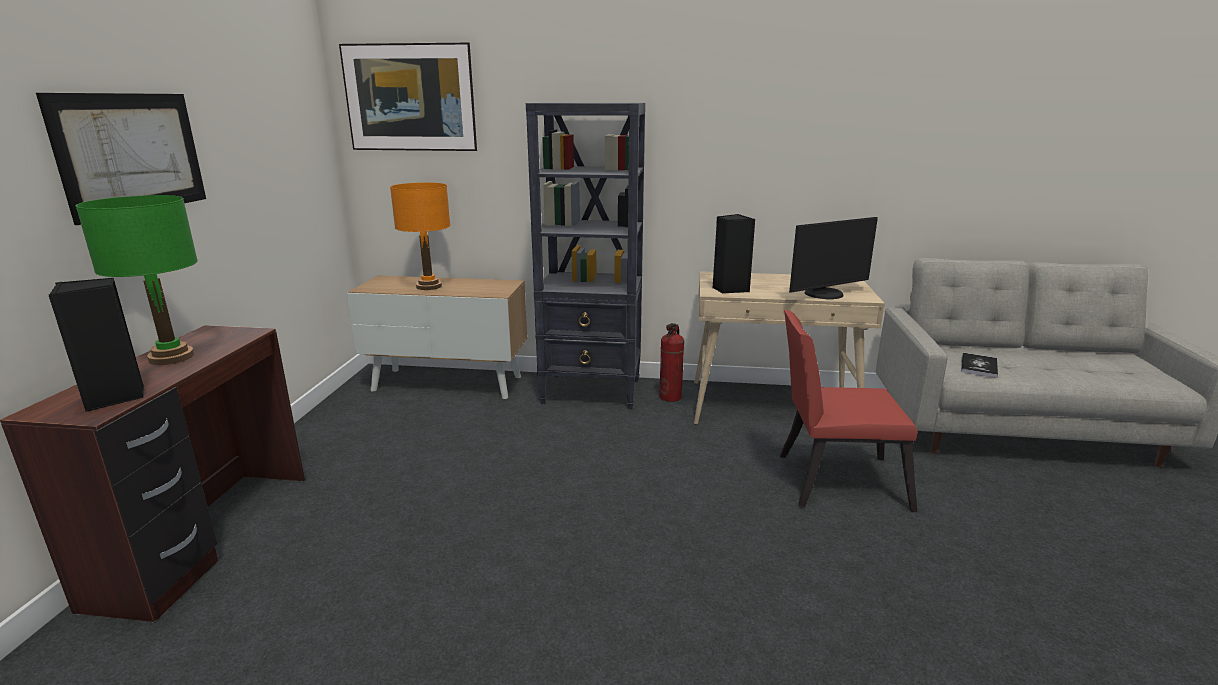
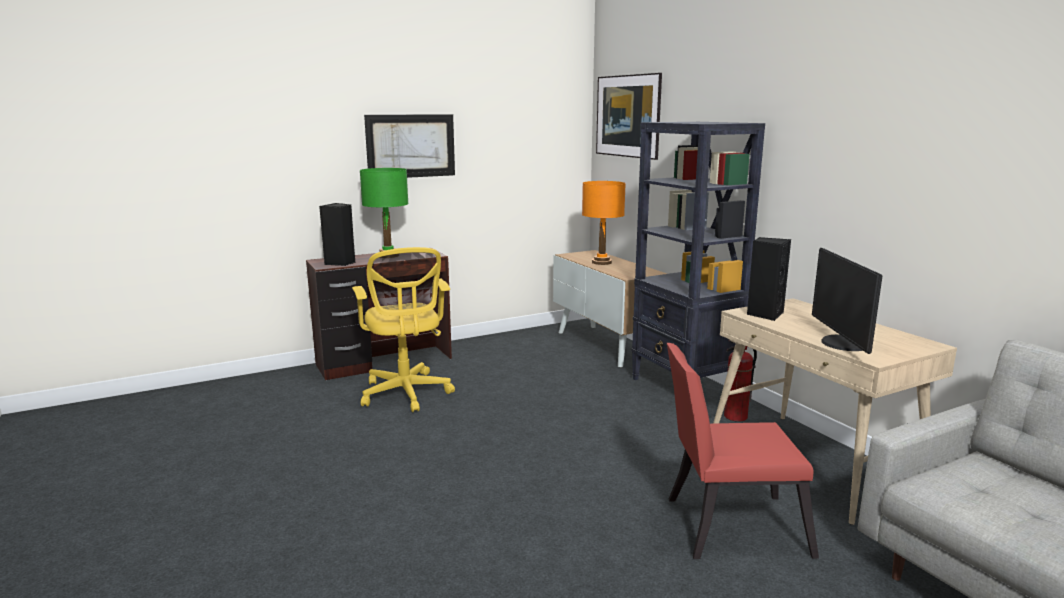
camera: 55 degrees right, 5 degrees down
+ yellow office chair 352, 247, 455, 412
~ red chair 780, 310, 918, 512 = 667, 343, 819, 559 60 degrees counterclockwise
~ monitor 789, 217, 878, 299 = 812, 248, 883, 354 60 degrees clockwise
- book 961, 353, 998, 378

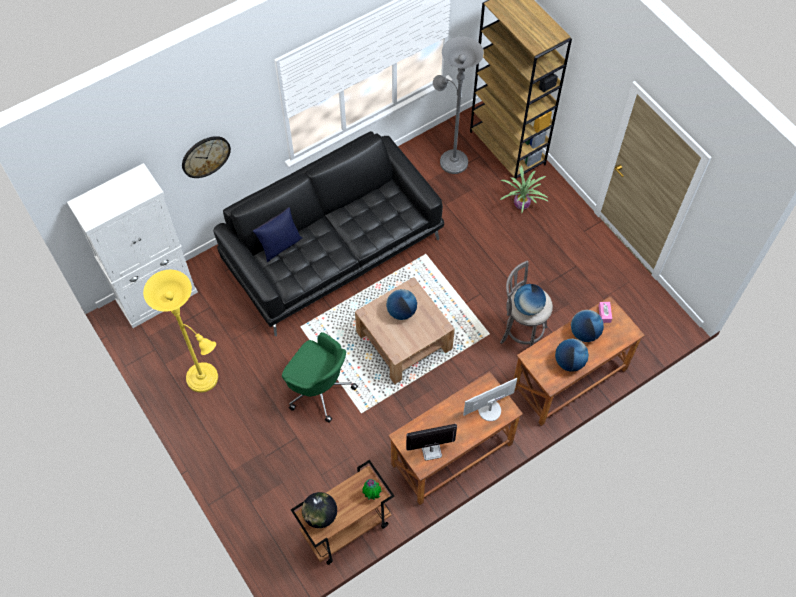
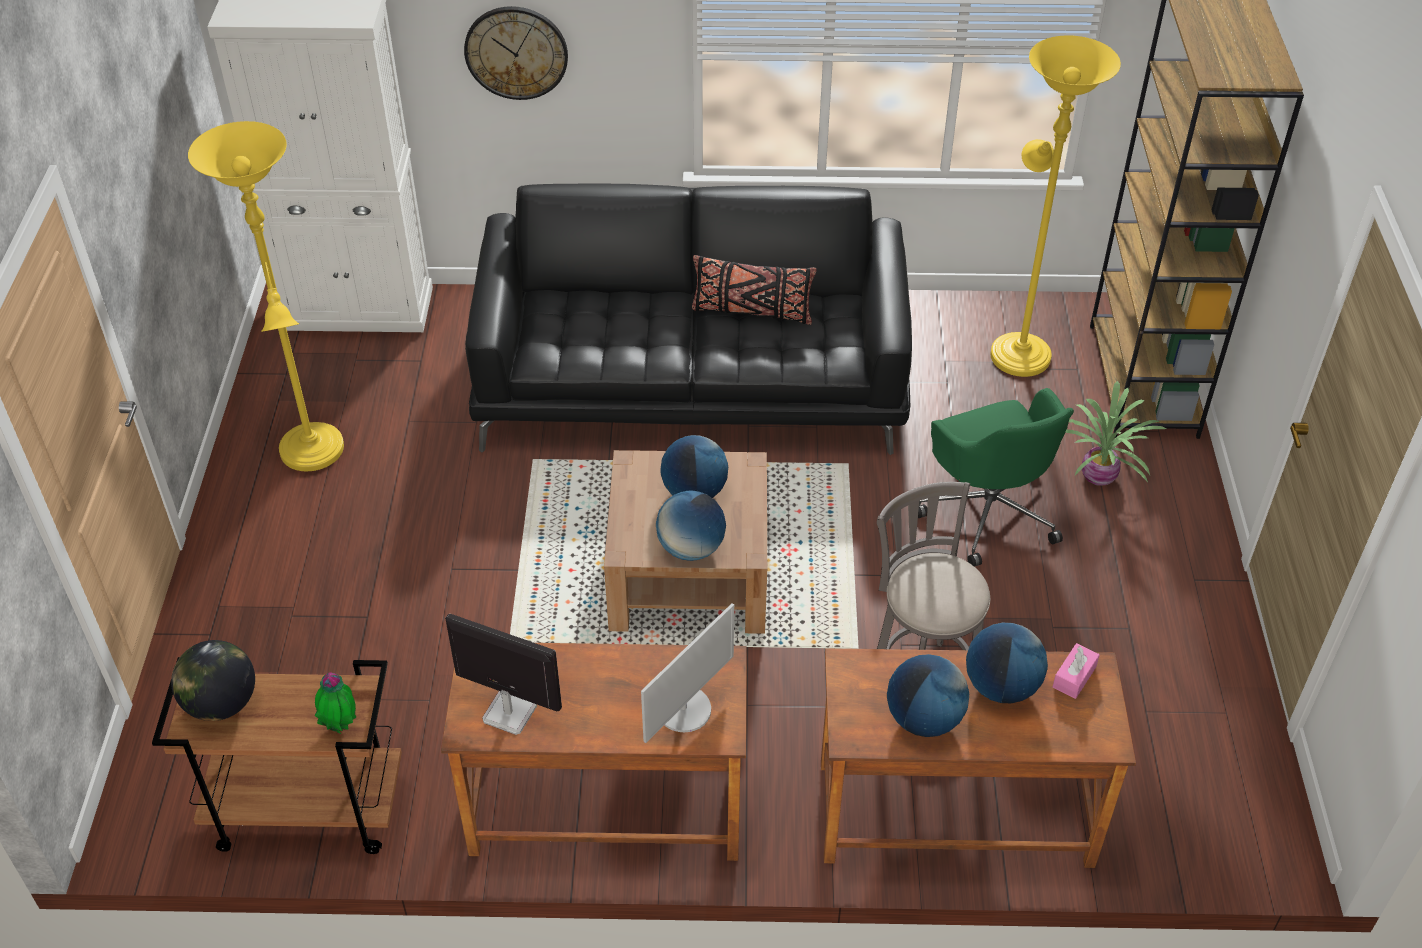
camera: 35 degrees right, 15 degrees down
~ monitor 463, 378, 517, 421 = 641, 603, 734, 743 120 degrees clockwise
~ globe 514, 284, 546, 315 to 656, 490, 726, 561
+ black pillow 692, 255, 816, 325
~ green office chair 282, 332, 358, 423 to 918, 388, 1074, 567
~ grey floor lamp 433, 36, 484, 174 to yellow floor lamp 990, 35, 1121, 377
- blue pillow 253, 207, 302, 262

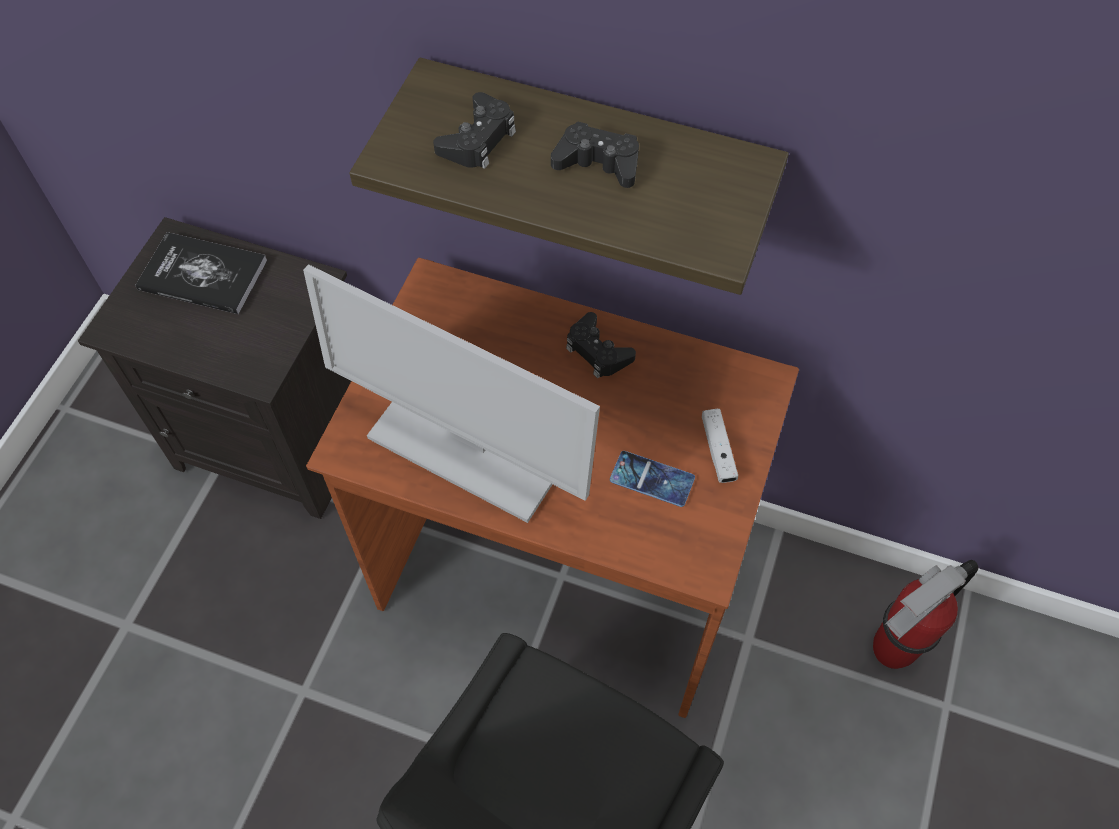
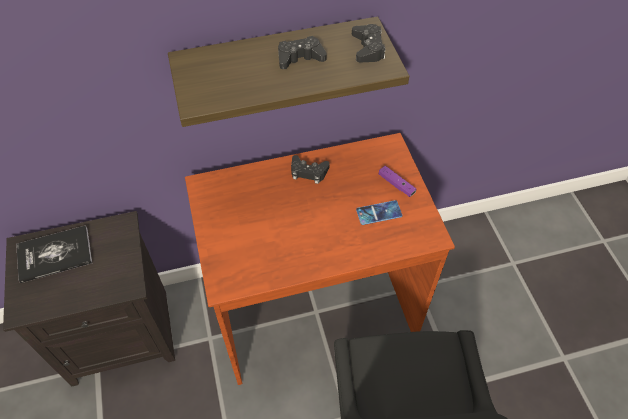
camera: 35 degrees left, 5 degrees down
~ black game controller 433, 92, 516, 169 to 352, 24, 386, 63
~ white game controller 702, 409, 738, 483 to purple game controller 379, 166, 416, 197
- monitor 303, 264, 600, 523
- fire extinguisher 873, 560, 979, 669

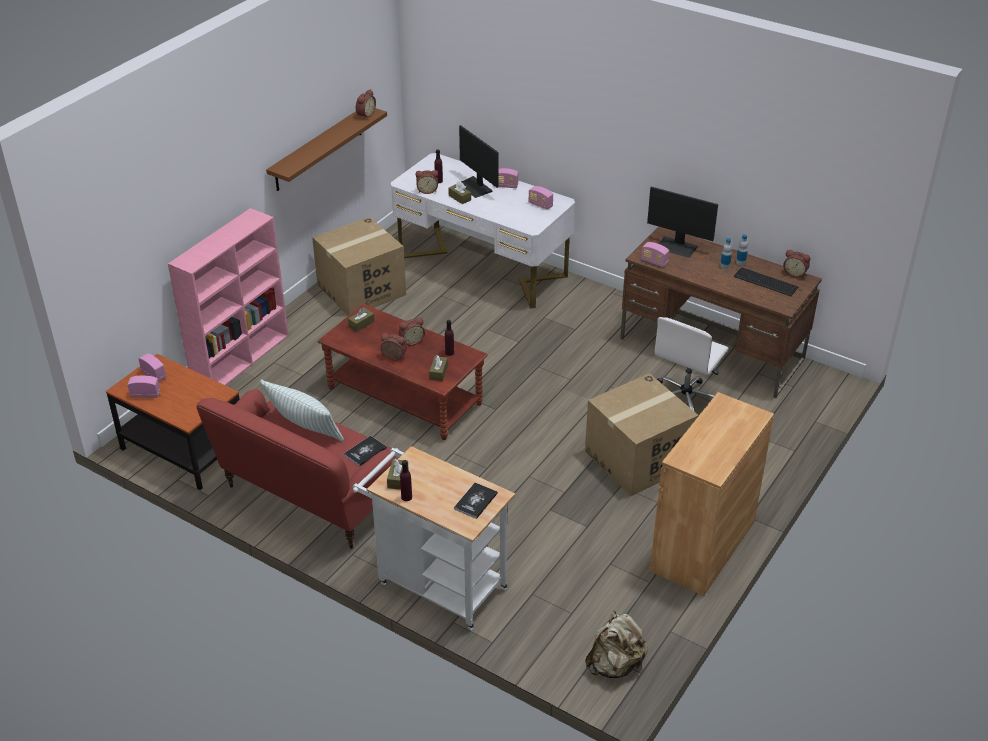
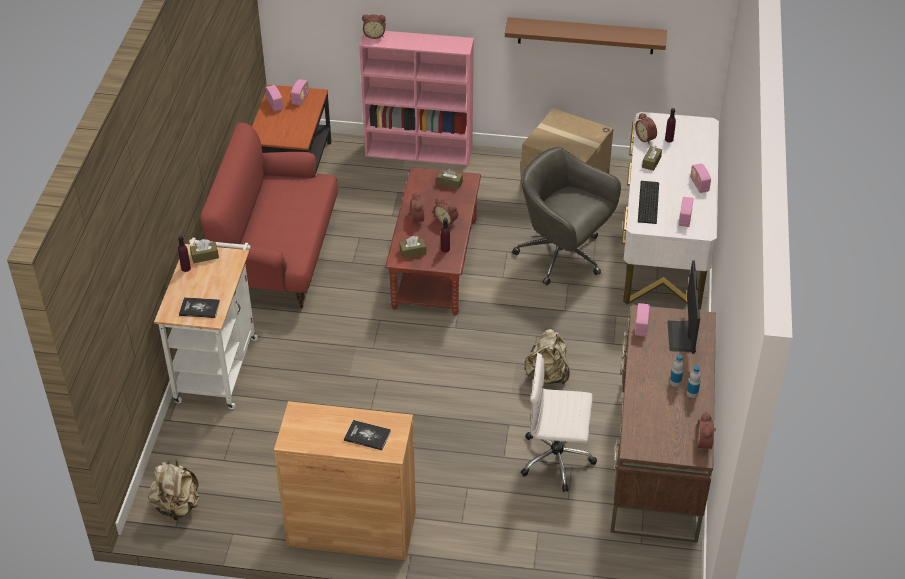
camera: 65 degrees right, 5 degrees up
~ book 344, 436, 387, 466 to 344, 420, 391, 450
~ alarm clock 356, 89, 376, 119 to 362, 14, 386, 39
+ grey office chair 512, 147, 621, 285
+ beige backpack 524, 329, 570, 385
~ keyboard 734, 267, 798, 296 to 638, 181, 659, 224
- pillow 260, 380, 344, 442
- monitor 459, 125, 499, 198
- cardboard box 585, 373, 699, 496

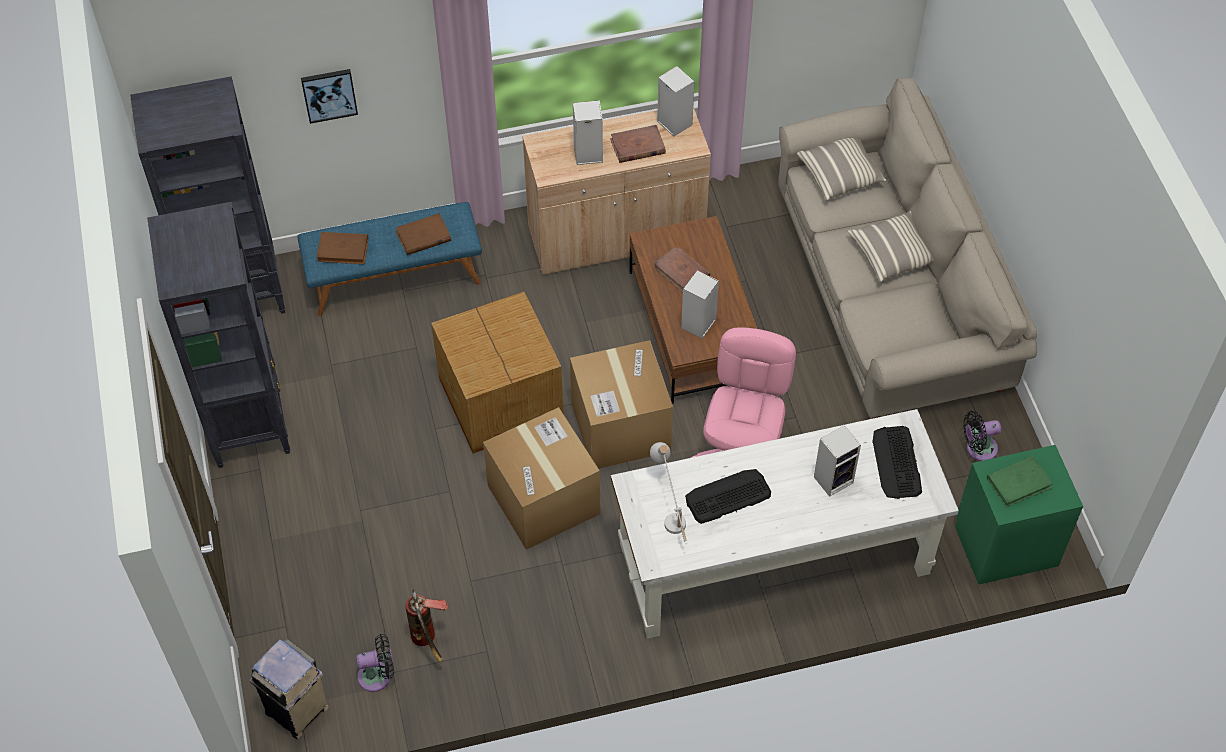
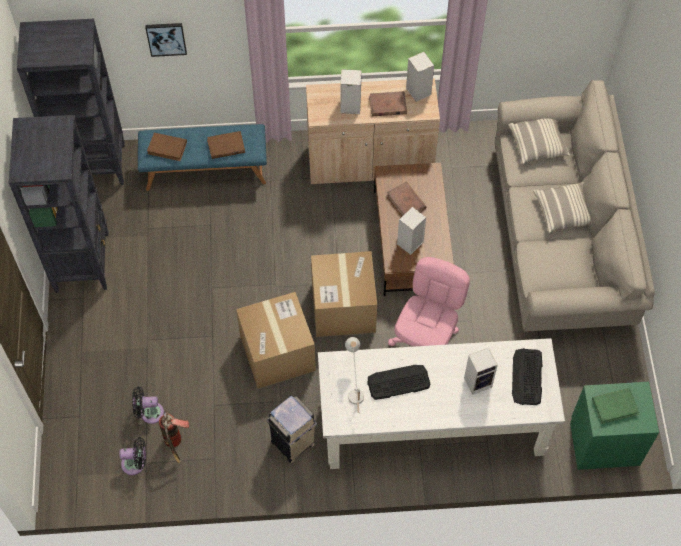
camera: 10 degrees right, 5 degrees up
~ black fan 963, 411, 1001, 461 to 132, 387, 164, 424
~ beige trash can 250, 639, 329, 739 to 267, 396, 317, 463
- cardboard box 431, 292, 564, 454

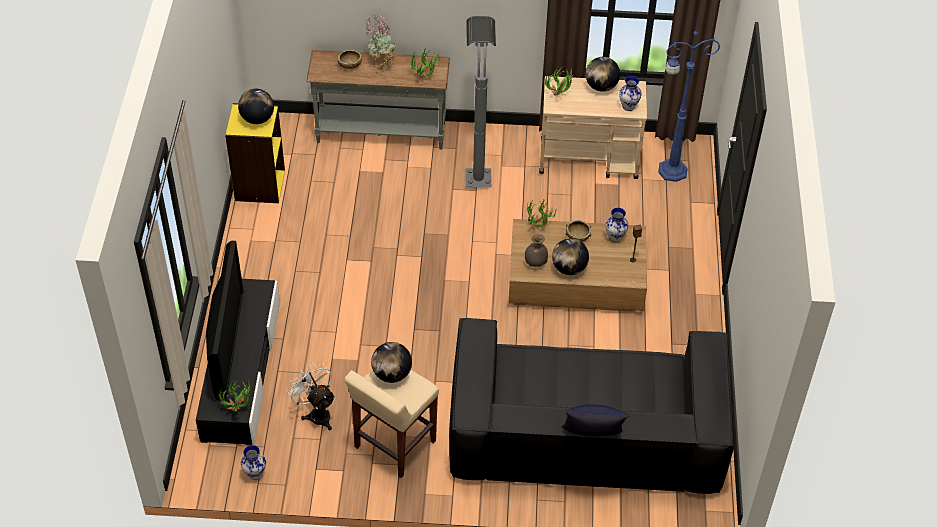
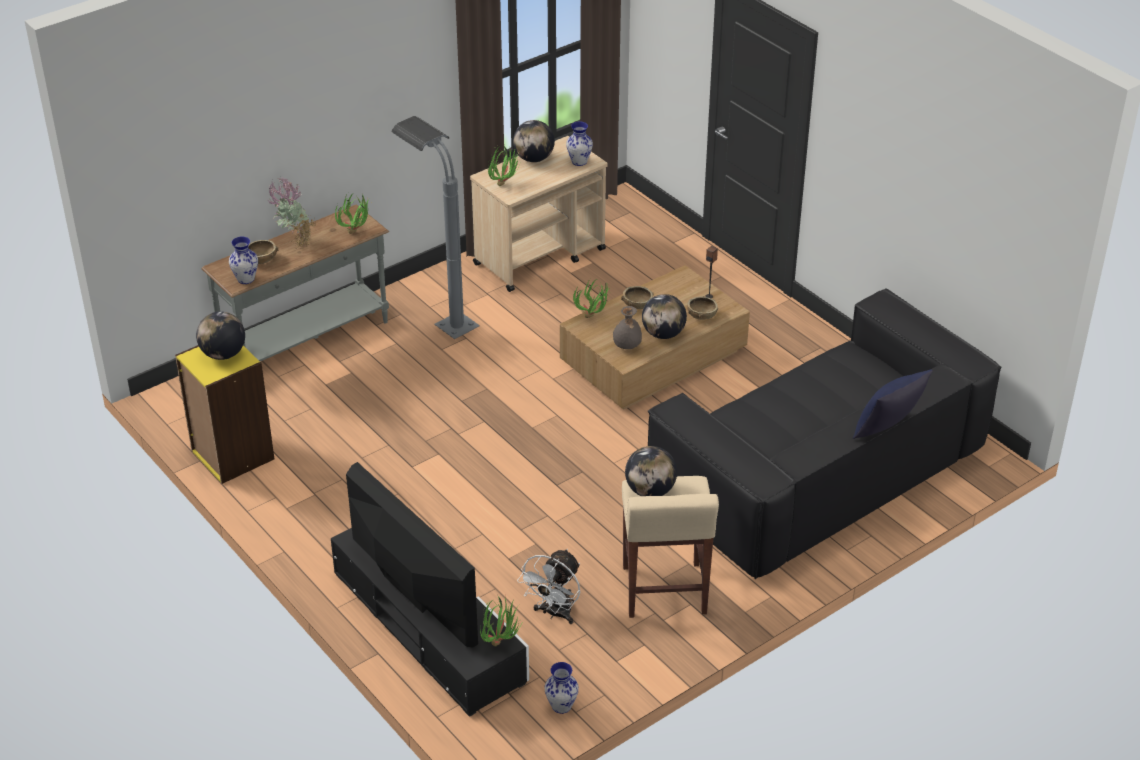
camera: 40 degrees left, 10 degrees down
~ vase 605, 208, 628, 242 to 229, 237, 258, 284
~ white fan 286, 362, 335, 431 = 517, 549, 580, 624 75 degrees counterclockwise
+ brown bowl 687, 296, 719, 320
- blue floor lamp 658, 17, 720, 182

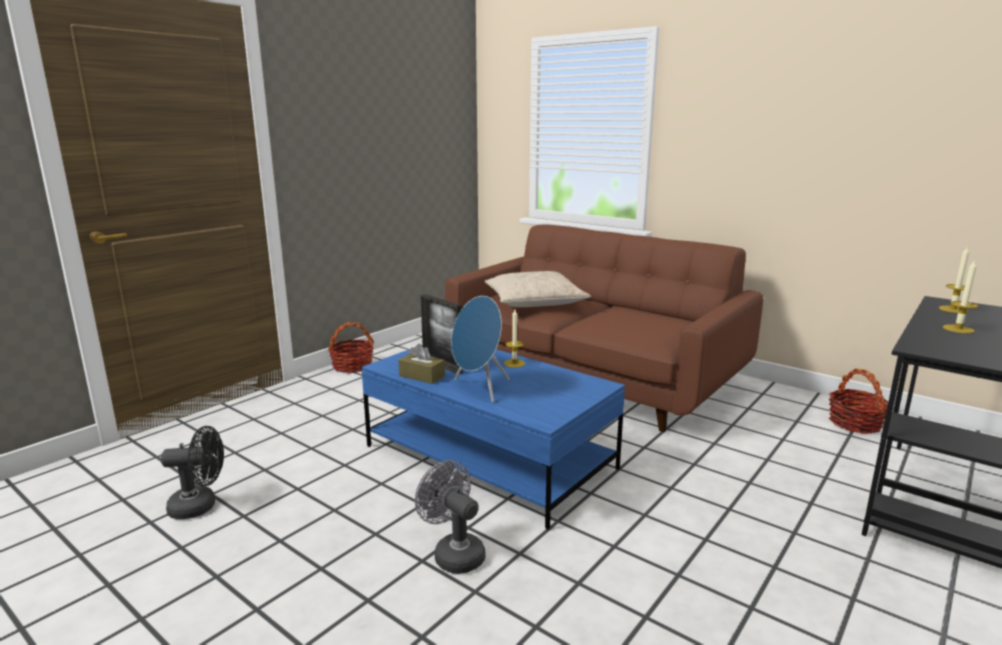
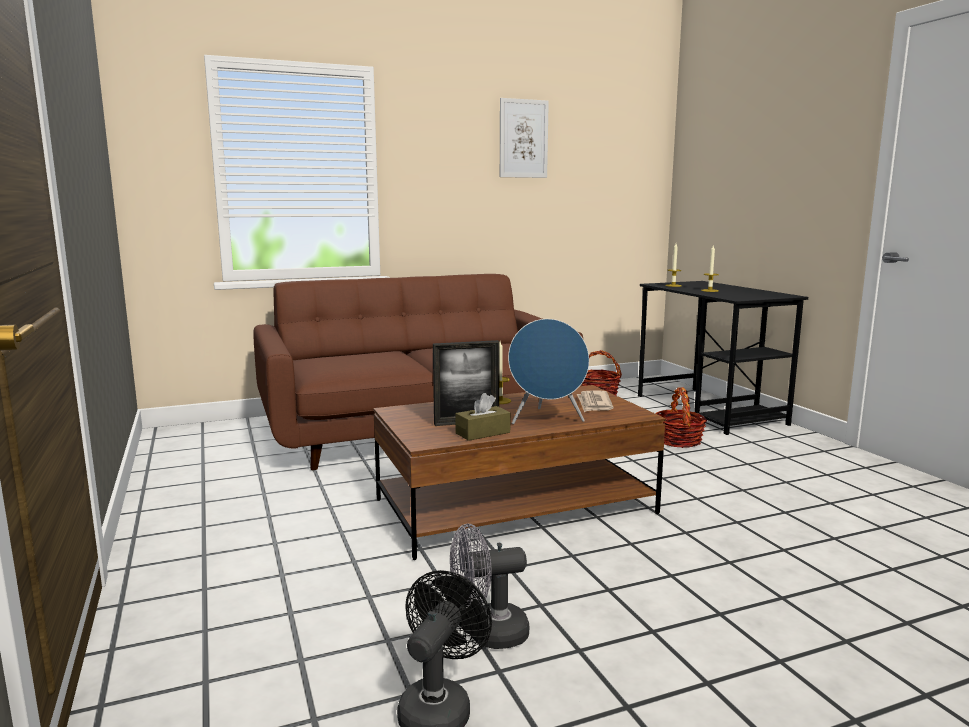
camera: 60 degrees left, 5 degrees down
~ blue coffee table 361, 345, 625, 530 to brown coffee table 373, 385, 666, 560
~ grey fan 415, 460, 486, 574 to 450, 523, 529, 649
+ picture 500, 98, 549, 178
+ newspaper 577, 390, 613, 412
~ basket 328, 322, 374, 373 to 655, 387, 707, 448
- beige pillow 485, 271, 591, 307

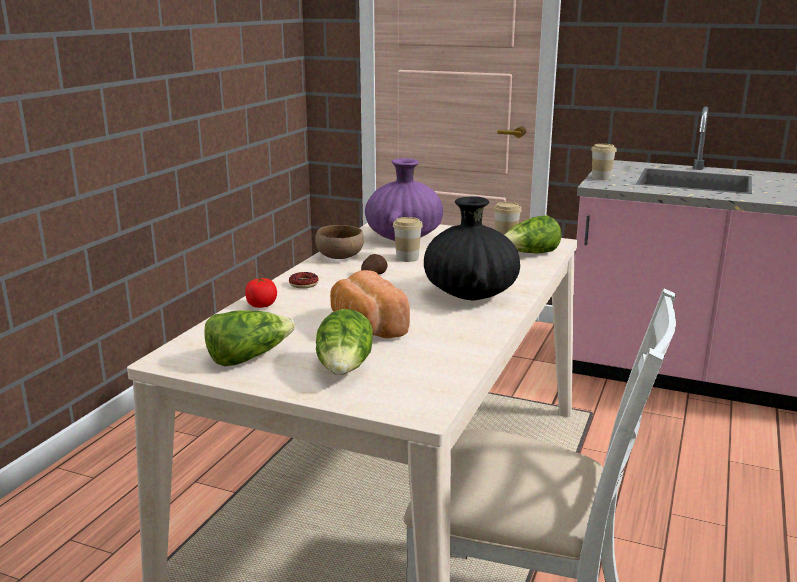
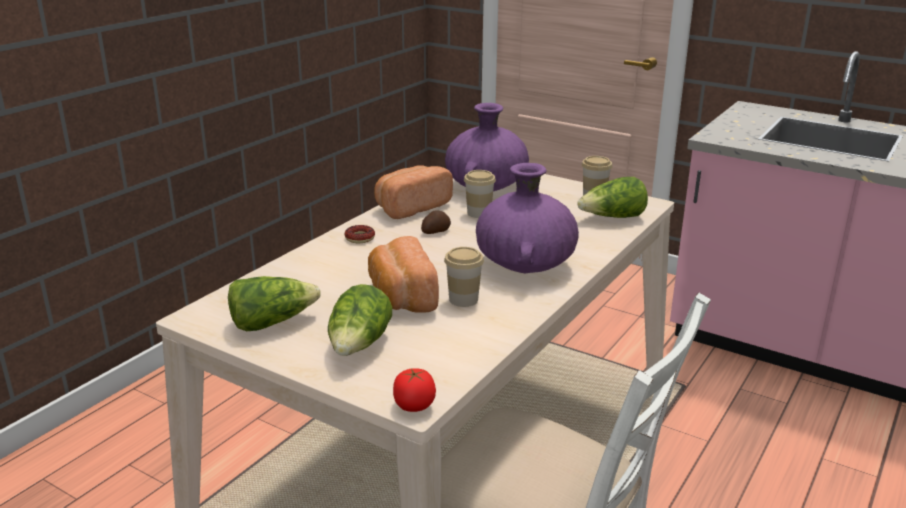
camera: 10 degrees right, 5 degrees up
~ brown bowl 315, 225, 364, 259 to bread 374, 165, 453, 219
~ tomato 245, 278, 277, 308 to 393, 368, 436, 412
~ cup 591, 144, 617, 180 to 444, 247, 484, 307
~ black vase 424, 196, 520, 300 to purple vase 476, 163, 579, 273

